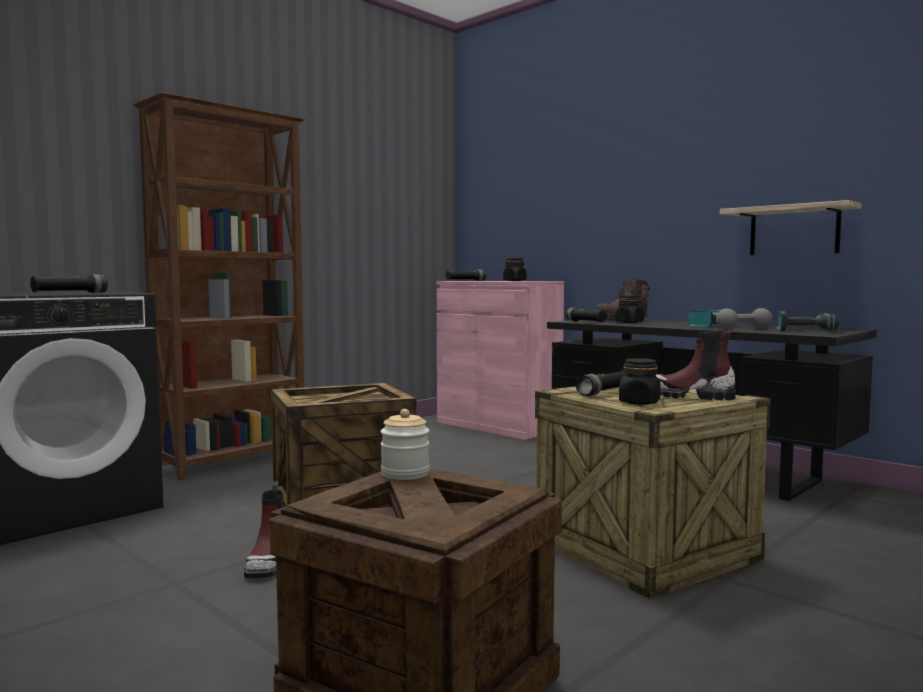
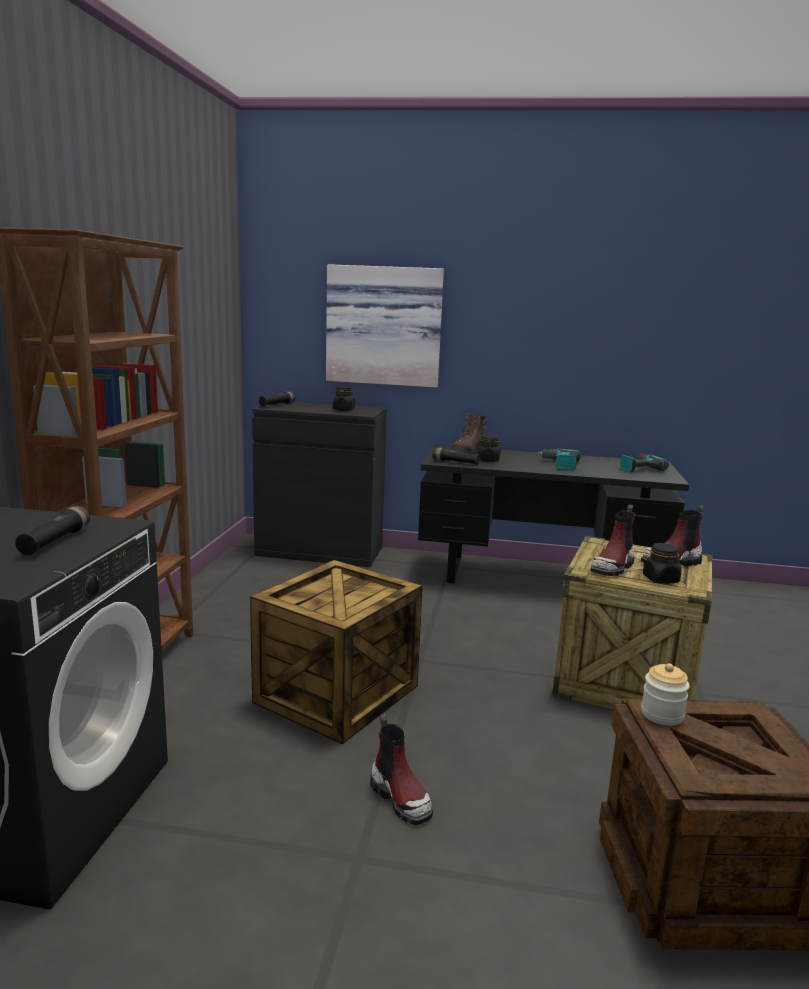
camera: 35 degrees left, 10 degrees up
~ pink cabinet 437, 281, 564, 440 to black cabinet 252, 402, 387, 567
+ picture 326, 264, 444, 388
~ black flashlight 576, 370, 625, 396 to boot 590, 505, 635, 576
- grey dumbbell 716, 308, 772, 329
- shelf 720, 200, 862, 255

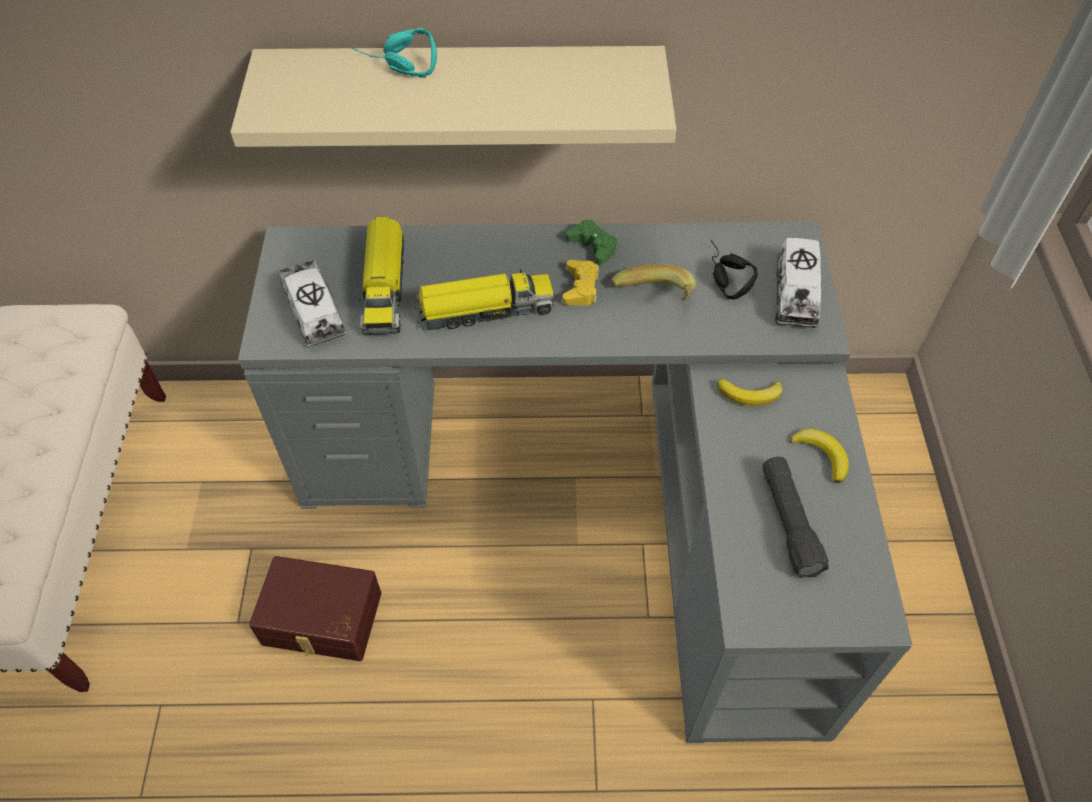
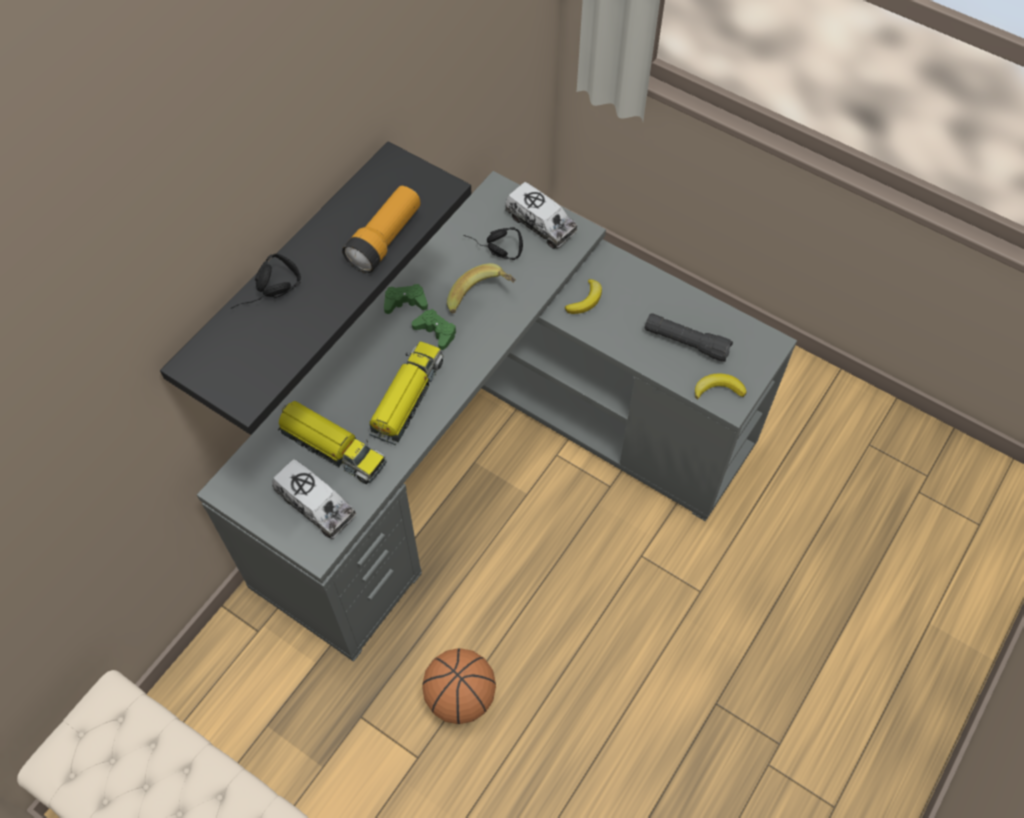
camera: 55 degrees left, 5 degrees up
~ beige shelf 230, 46, 676, 147 to black shelf 160, 141, 472, 435
~ turquoise headphones 351, 28, 437, 78 to black headphones 231, 254, 301, 309
~ toy truck 279, 261, 346, 347 = 272, 459, 356, 539 150 degrees counterclockwise
+ flashlight 342, 186, 421, 273
~ yellow game controller 562, 260, 599, 306 to green game controller 412, 309, 456, 350
~ brown storage box 249, 556, 381, 661 to basketball 422, 648, 496, 724
~ banana 790, 429, 849, 483 to 695, 374, 747, 400

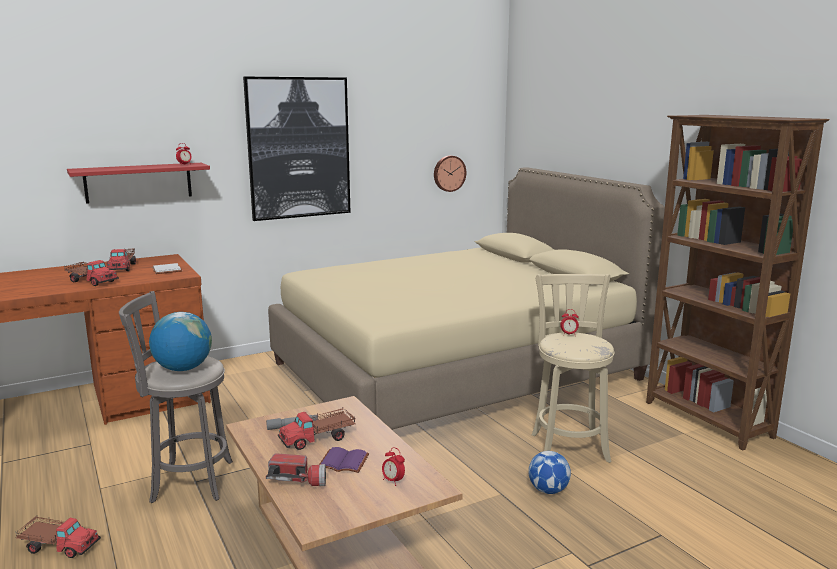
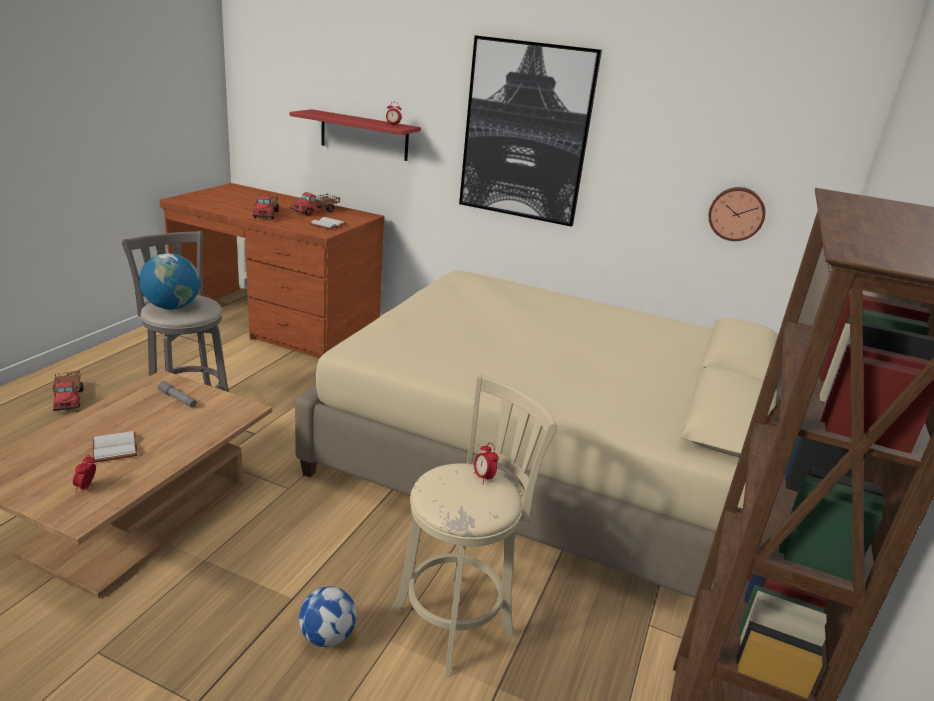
camera: 50 degrees right, 10 degrees up
~ purple book 319, 447, 369, 473 to white book 93, 431, 138, 462
- flashlight 266, 453, 326, 486
- toy truck 278, 407, 356, 450

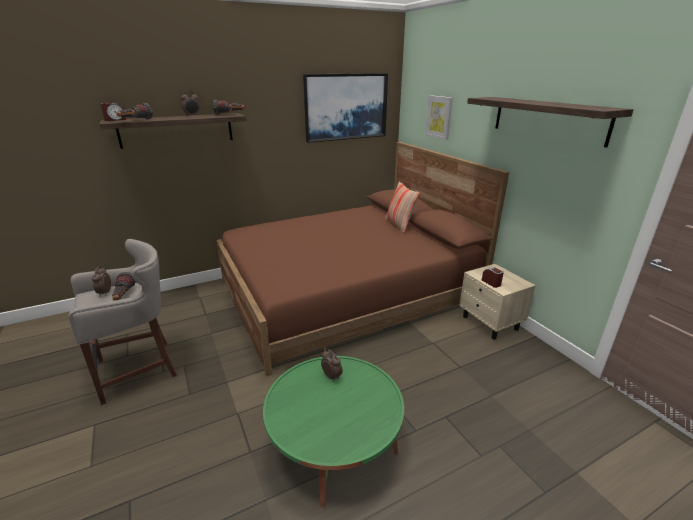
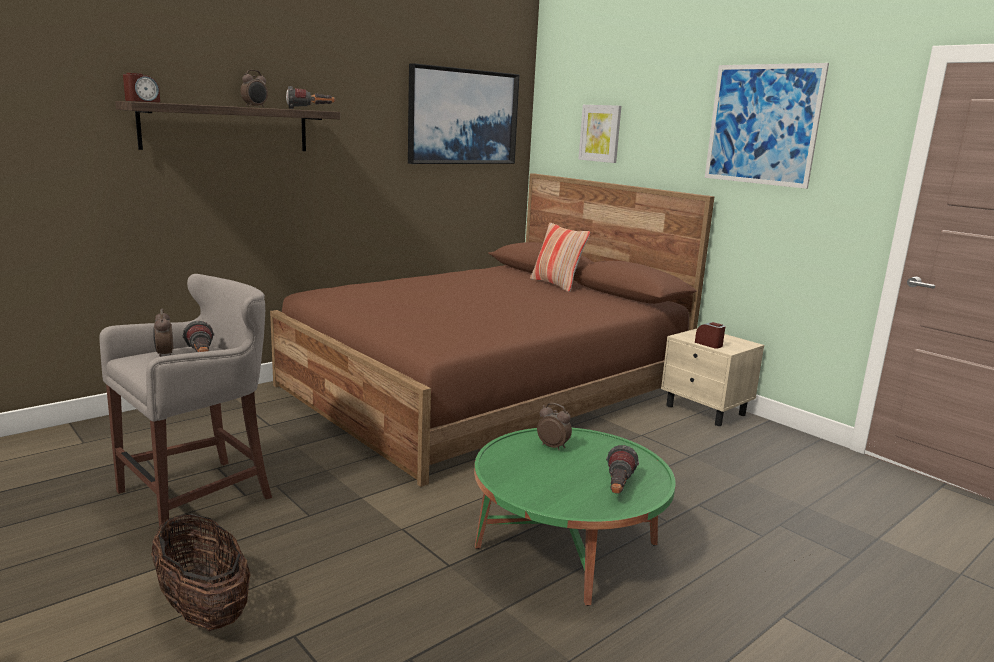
camera: 15 degrees left, 10 degrees down
+ basket 151, 514, 251, 631
~ flashlight 116, 103, 153, 119 to 606, 445, 639, 494
~ shelf 467, 97, 634, 148 to picture 705, 63, 829, 189

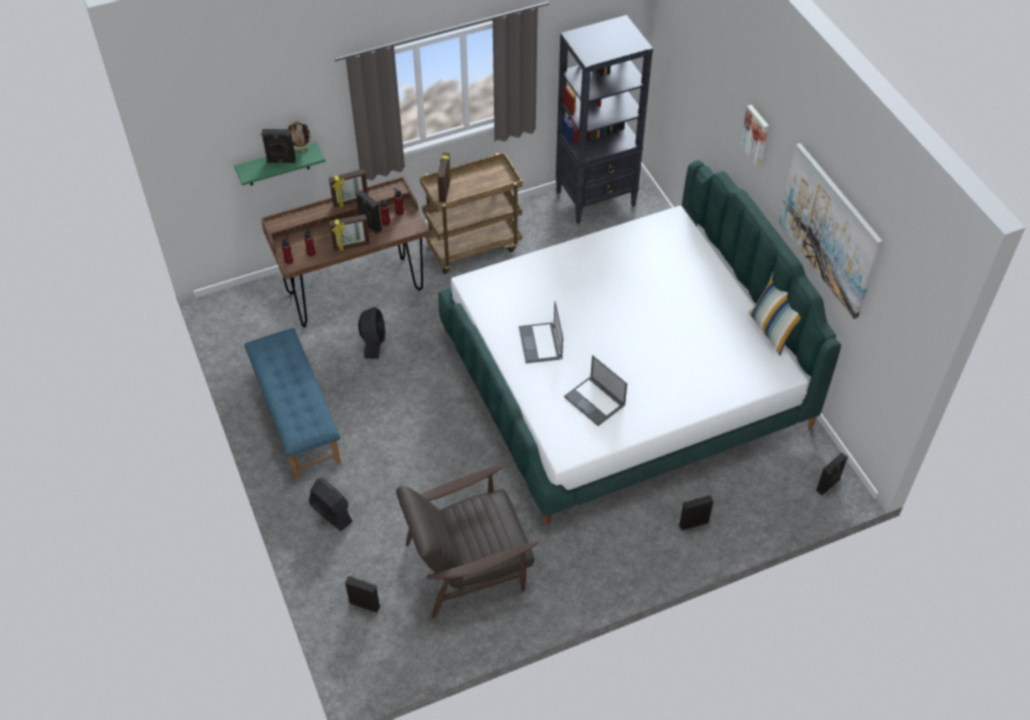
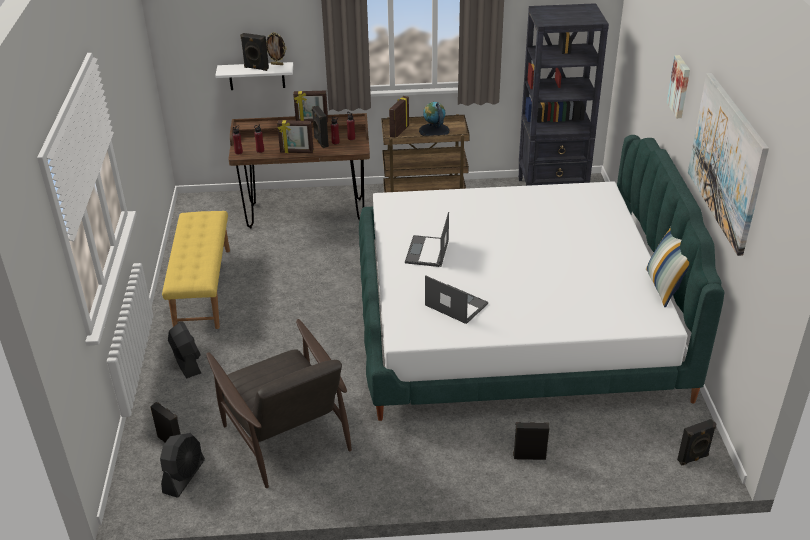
camera: 20 degrees right, 15 degrees down
~ black fan 358, 307, 385, 359 to 160, 433, 205, 498
~ blue bench 244, 328, 341, 479 to yellow bench 162, 211, 230, 329
~ brown armchair 396, 464, 538, 619 = 206, 319, 352, 488 120 degrees counterclockwise
~ green shelf 234, 142, 326, 185 to white shelf 215, 62, 293, 90
+ globe 419, 102, 449, 136
~ laptop 564, 355, 627, 426 = 425, 275, 488, 324 150 degrees clockwise

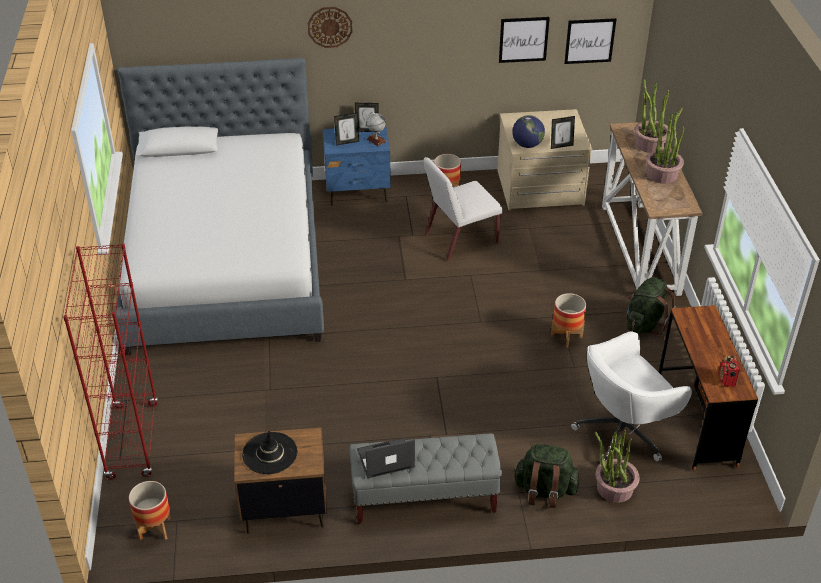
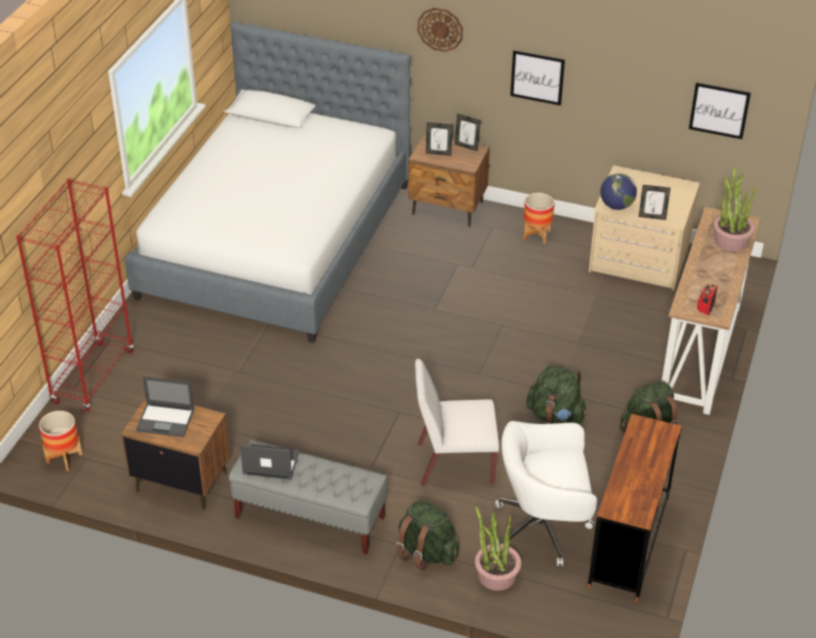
camera: 25 degrees right, 0 degrees up
~ black hat 242, 431, 297, 474 to laptop 136, 376, 194, 437
~ blue nightstand 323, 126, 391, 205 to brown nightstand 408, 133, 490, 227
~ white chair 424, 157, 503, 261 to 415, 359, 499, 486
~ picture 499, 17, 550, 63 to 510, 50, 565, 106
~ planter 551, 293, 586, 348 to green backpack 526, 364, 587, 425
~ radio 718, 355, 740, 387 to 697, 284, 718, 315
- globe 367, 112, 387, 146
- potted plant 646, 108, 684, 184

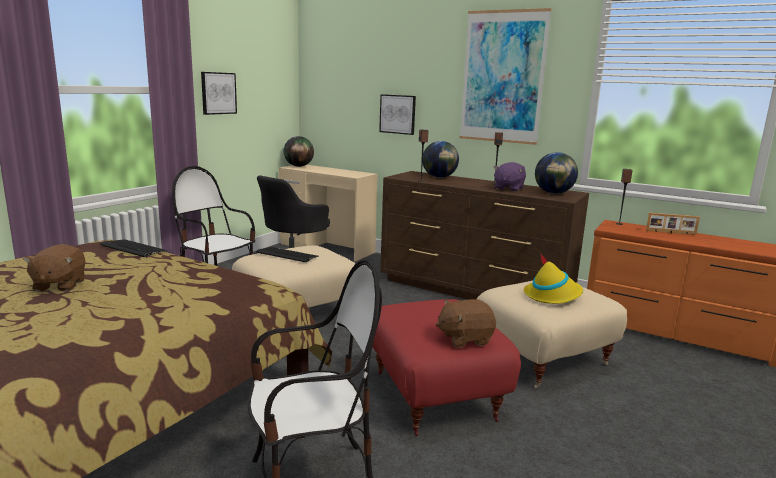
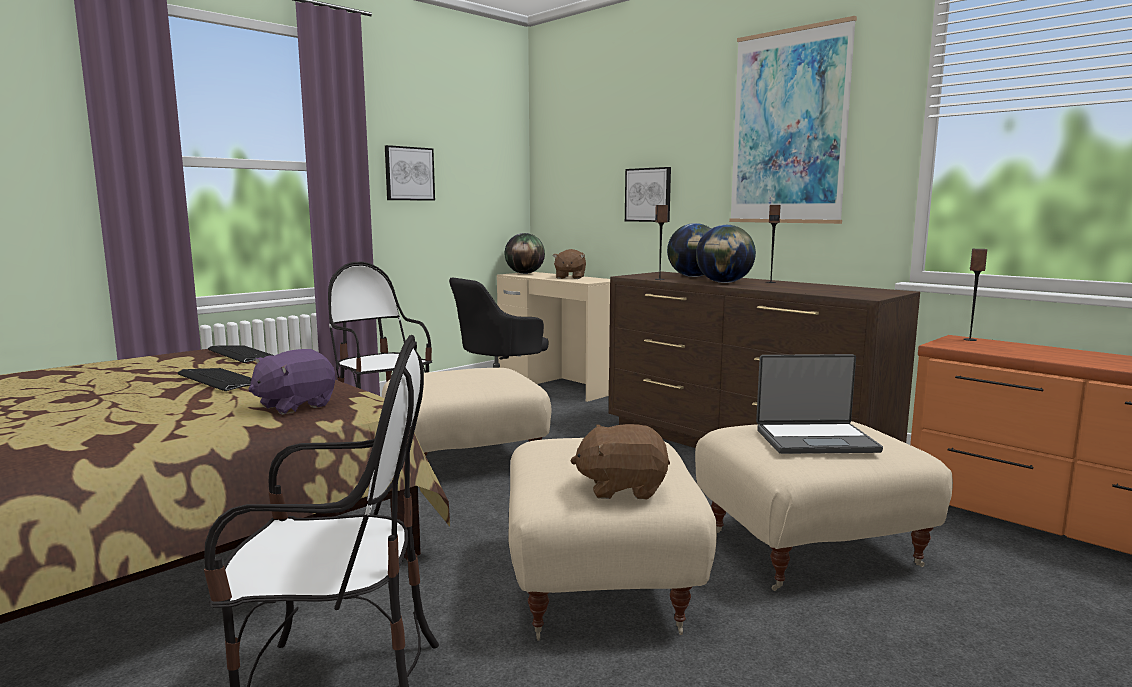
camera: 15 degrees right, 5 degrees down
~ keyboard 256, 247, 319, 262 to 178, 368, 251, 391
~ purple plush toy 493, 162, 526, 192 to 248, 349, 335, 415
~ red ottoman 372, 299, 521, 436 to beige ottoman 508, 438, 717, 641
~ brown plush toy 23, 244, 86, 291 to 552, 249, 586, 279
~ globe 535, 152, 578, 194 to 696, 225, 756, 283
~ yellow hat 524, 253, 583, 304 to laptop 756, 354, 883, 454
- picture frame 646, 213, 700, 235

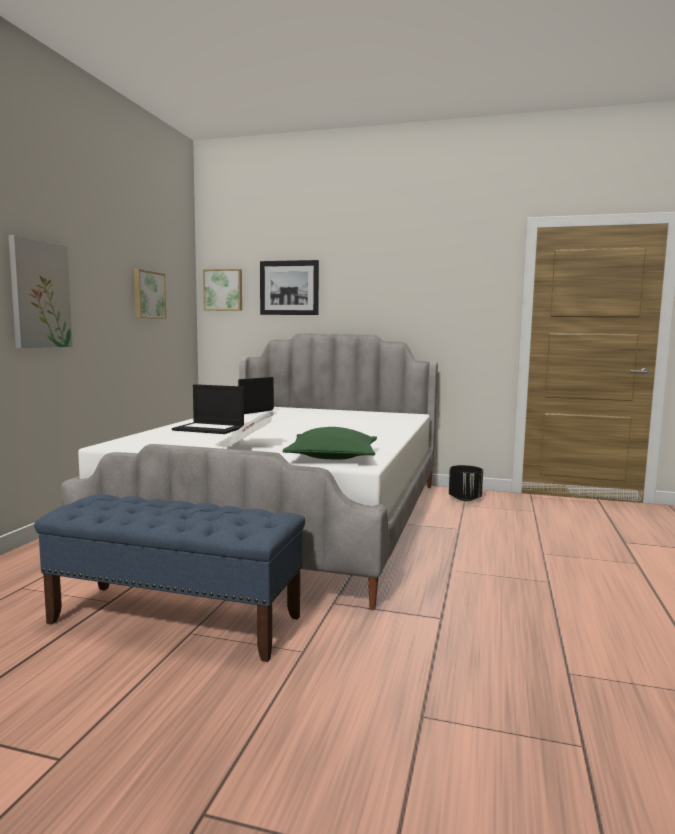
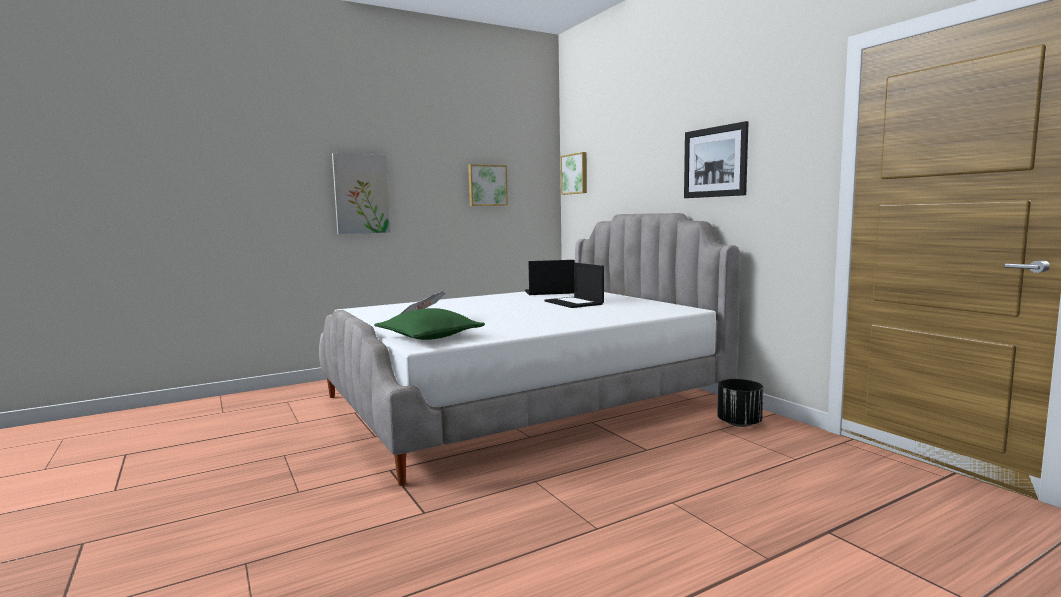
camera: 45 degrees right, 0 degrees up
~ laptop 172, 384, 244, 434 to 545, 263, 604, 308
~ picture 260, 260, 319, 315 to 684, 121, 748, 198
- blue bench 34, 494, 305, 662

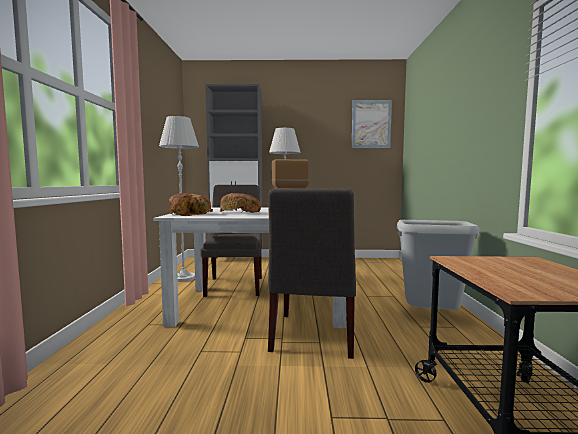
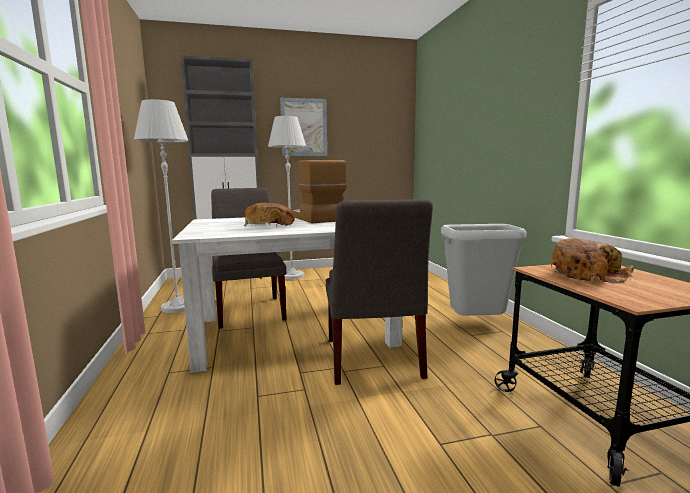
camera: 15 degrees left, 5 degrees up
~ picture 352, 100, 392, 148 to 280, 98, 327, 156
~ bread 169, 193, 213, 216 to 551, 238, 634, 284

